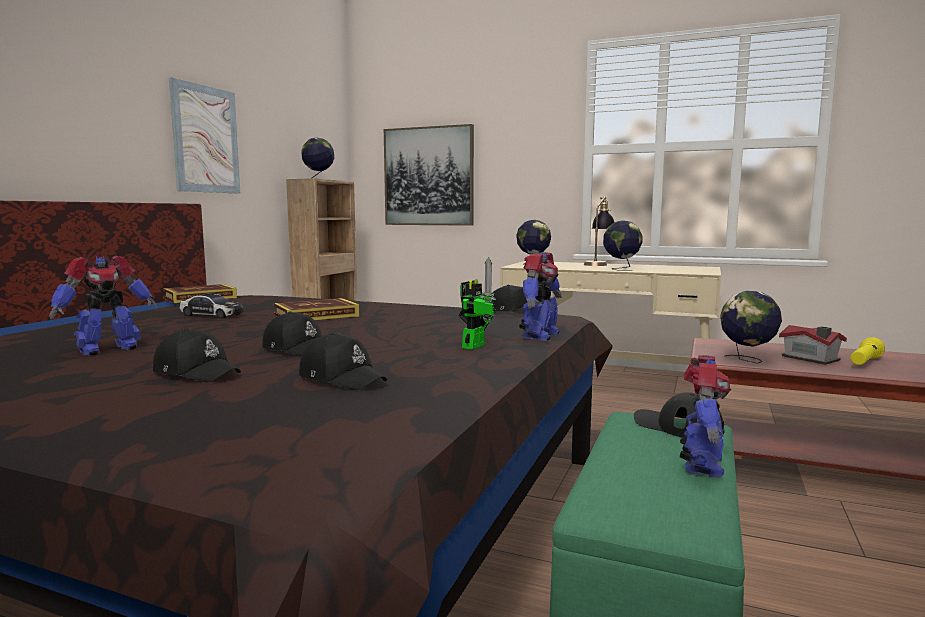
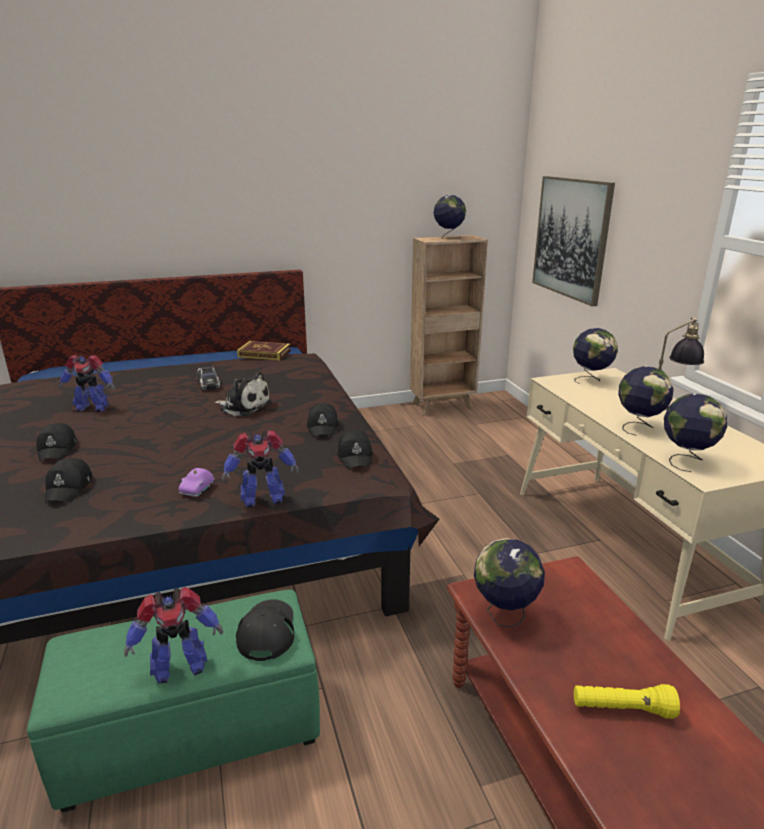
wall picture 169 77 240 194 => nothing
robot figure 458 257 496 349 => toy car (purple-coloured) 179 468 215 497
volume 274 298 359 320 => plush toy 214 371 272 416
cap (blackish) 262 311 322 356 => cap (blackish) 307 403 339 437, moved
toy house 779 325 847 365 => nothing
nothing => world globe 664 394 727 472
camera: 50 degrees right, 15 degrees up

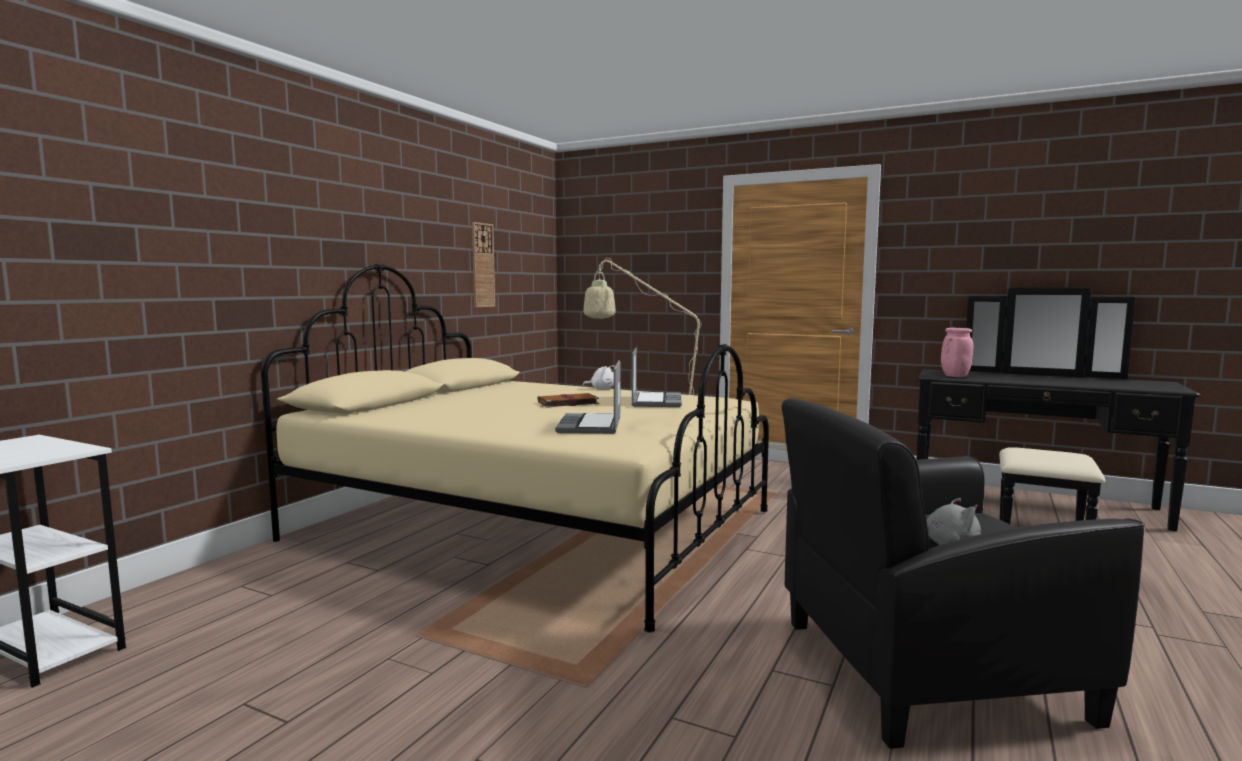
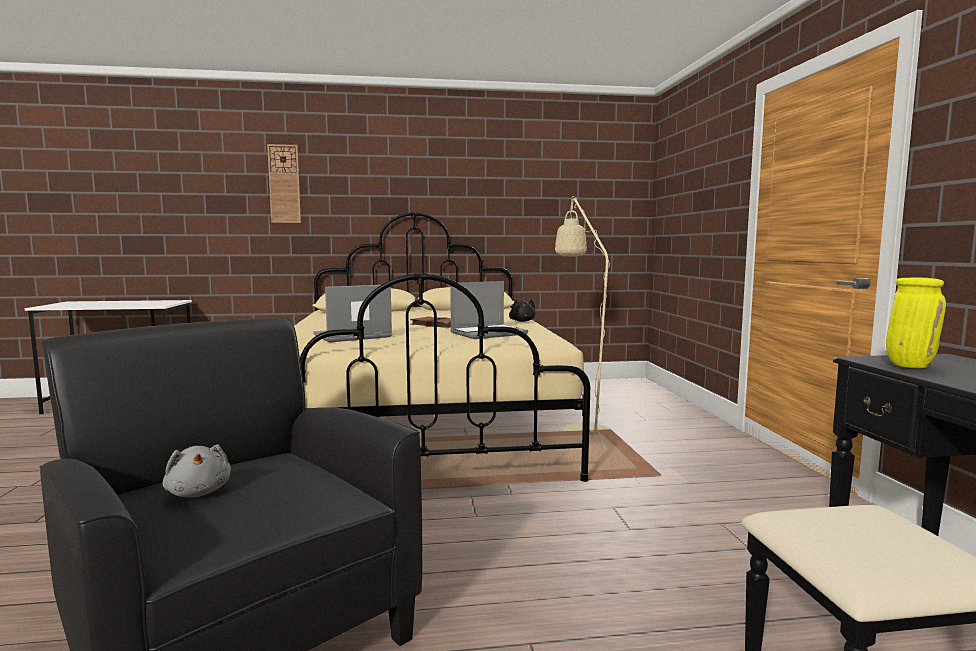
wall clock 472 222 495 307 => wall clock 267 144 301 223, moved
flower vase (pinkish) 941 328 973 377 => flower vase (yellowish) 886 277 946 368
plush toy (white) 583 365 615 389 => plush toy (blackish) 509 299 536 322
camera: 55 degrees right, 0 degrees up

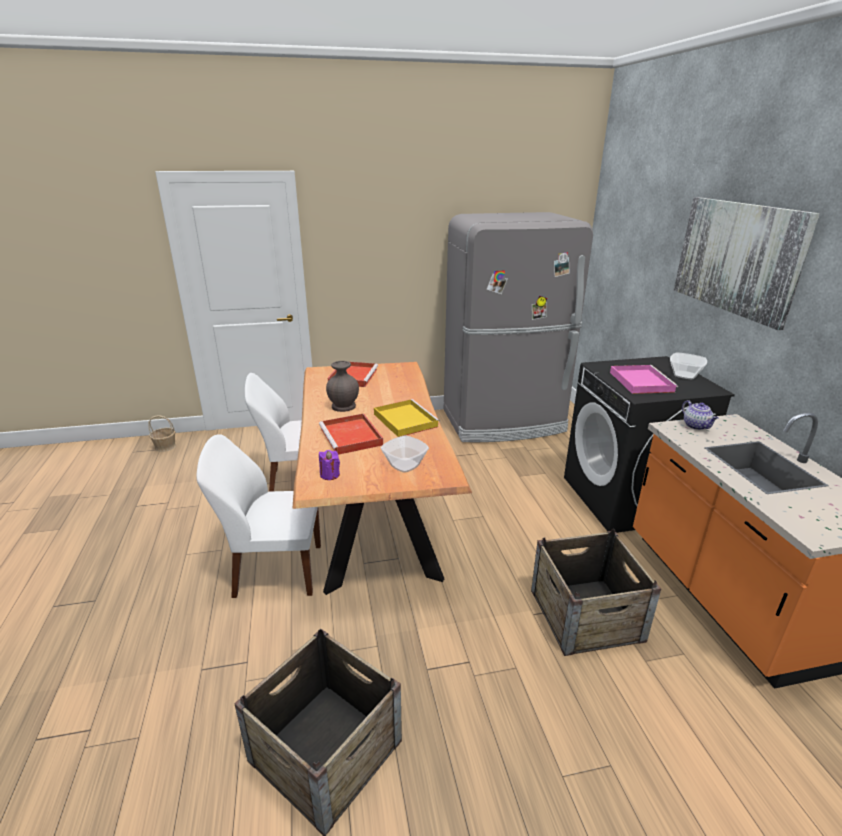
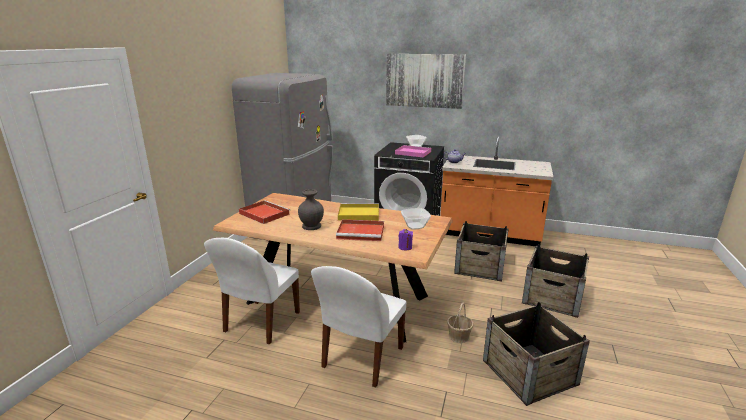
basket 148 415 176 452 => basket 447 303 473 343, moved
nothing => shipping crate 522 244 589 318
camera: 60 degrees left, 5 degrees down

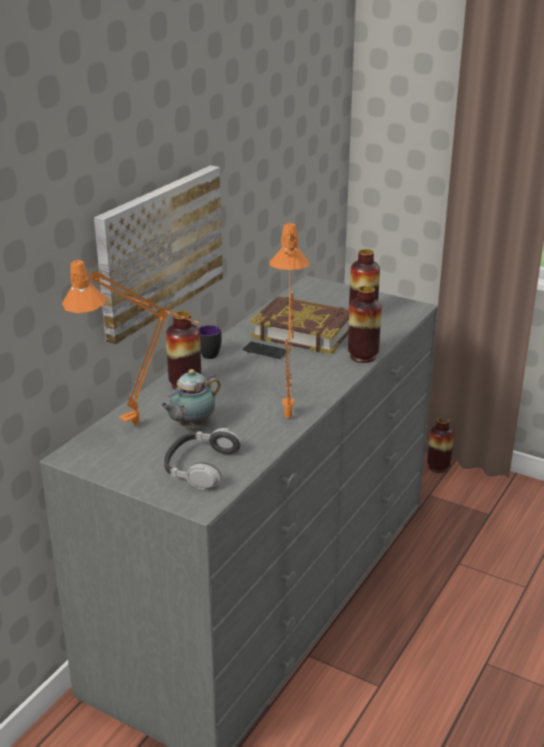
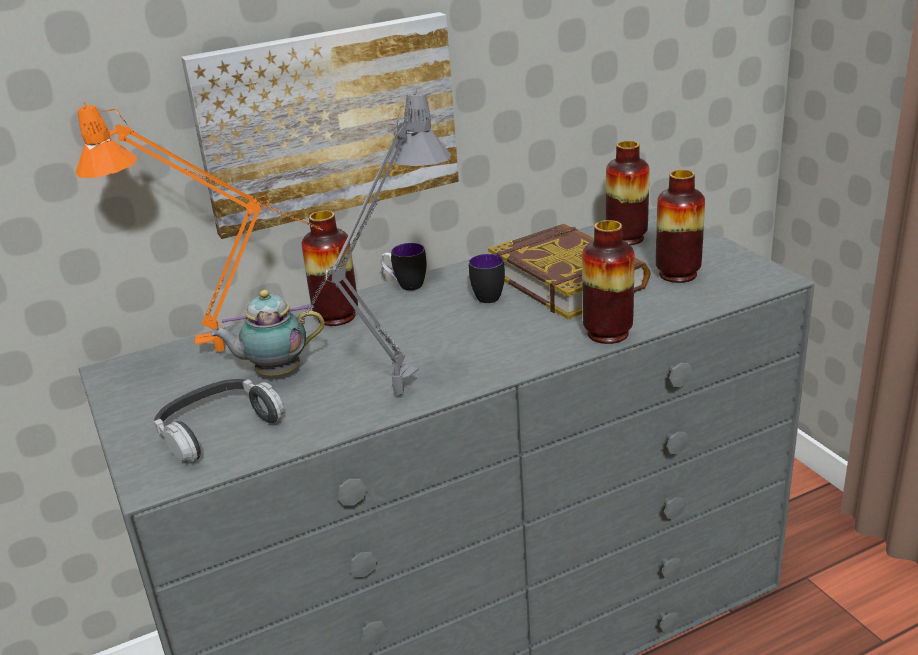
table lamp (orange) 269 221 310 418 => table lamp (gray) 290 89 451 395
handset 243 341 288 359 => coffee mug 468 254 505 303
flower vase 427 417 454 473 => flower vase 606 141 649 245, moved
camera: 35 degrees right, 0 degrees up

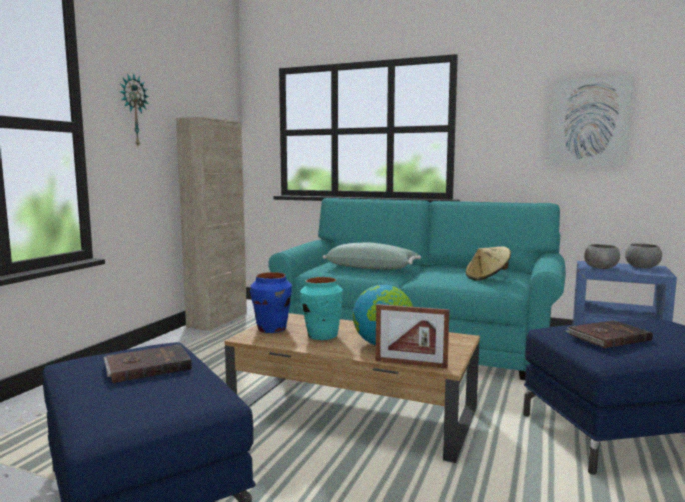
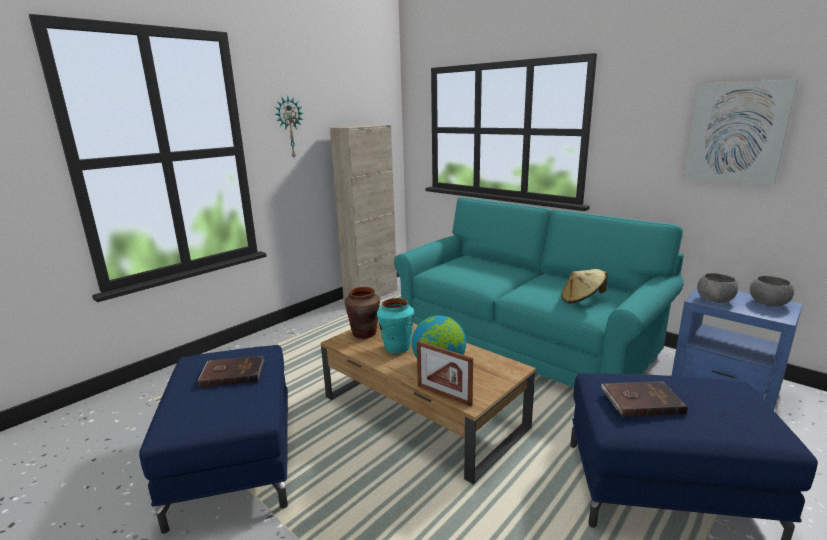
pillow (green) 323 243 421 269 => nothing
flower vase (blue) 250 272 292 333 => flower vase (brown-coloured) 345 287 380 339
camera: 20 degrees right, 10 degrees up

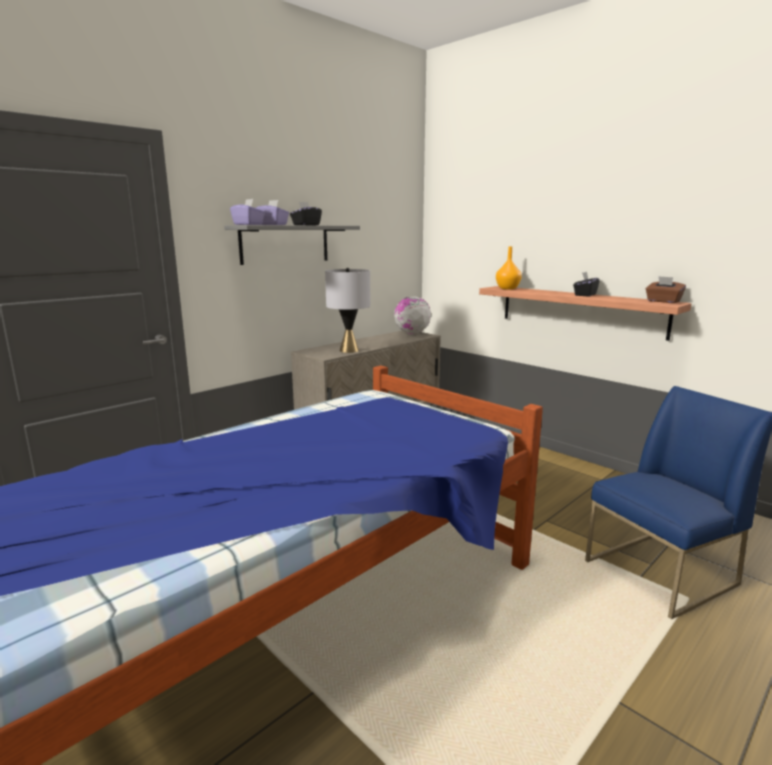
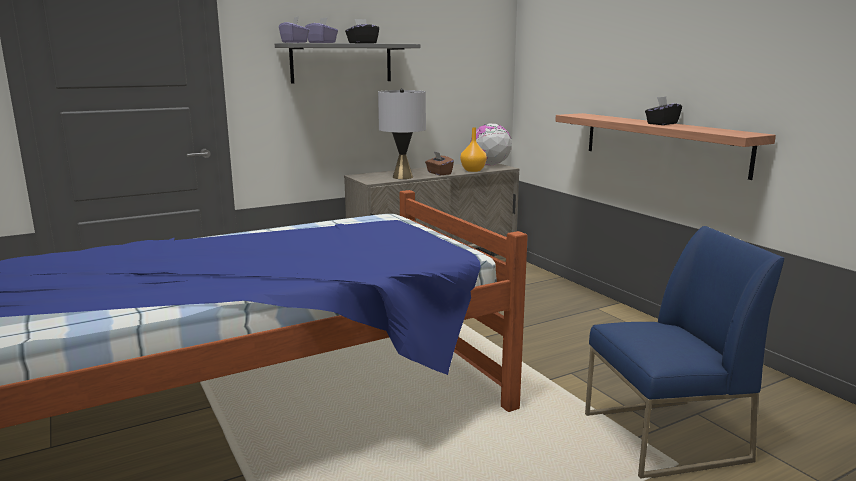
flower vase (orange) 496 247 522 289 => flower vase (orange) 460 127 487 172, moved
box of tissues (brown-coloured) 646 276 686 303 => box of tissues (brown-coloured) 425 151 454 175, moved
camera: 15 degrees right, 0 degrees up

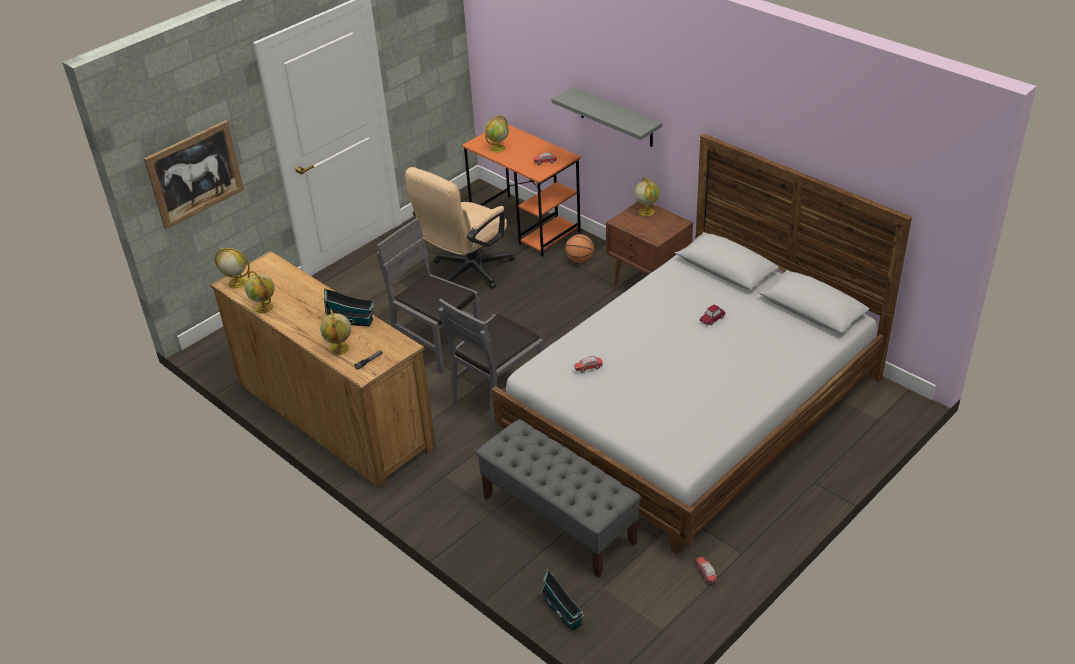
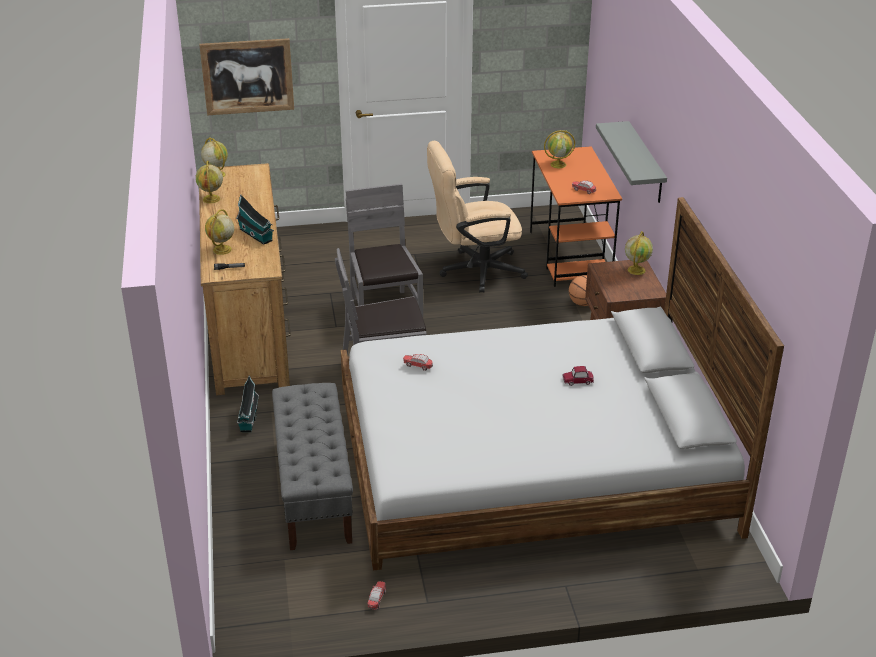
toy house 541 569 584 630 => toy house 237 375 259 432, moved
camera: 35 degrees right, 5 degrees down

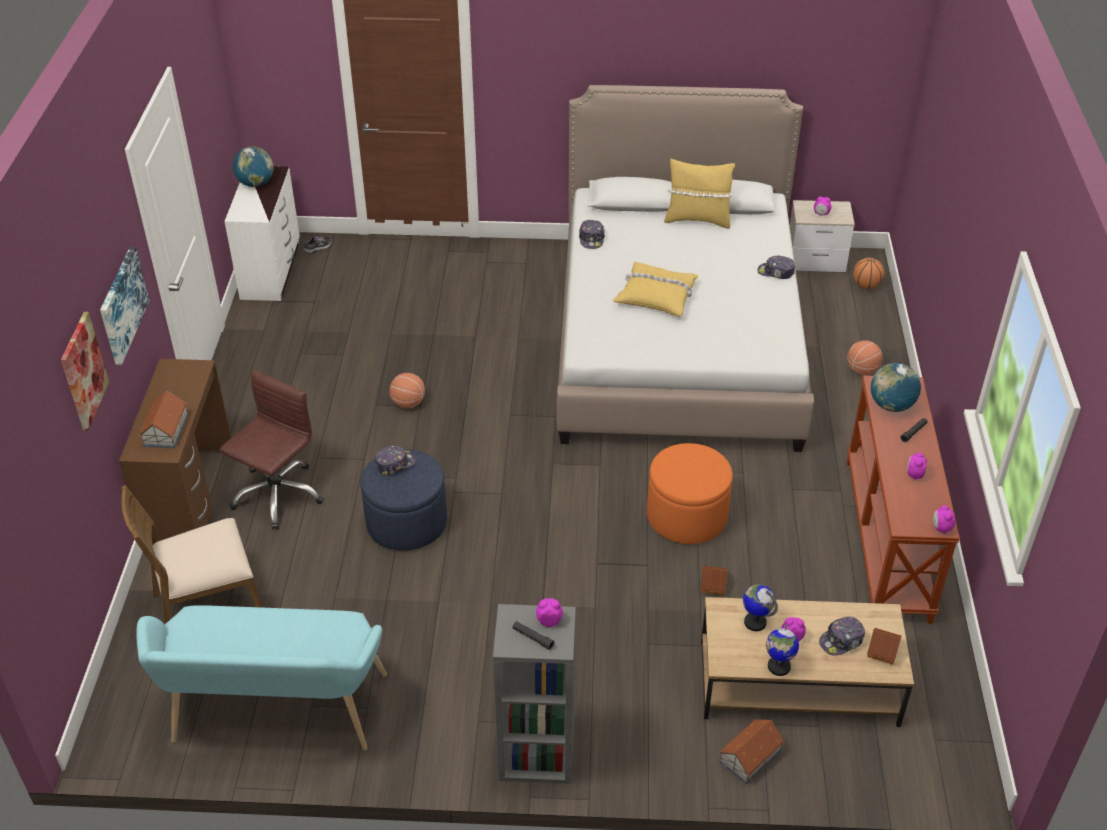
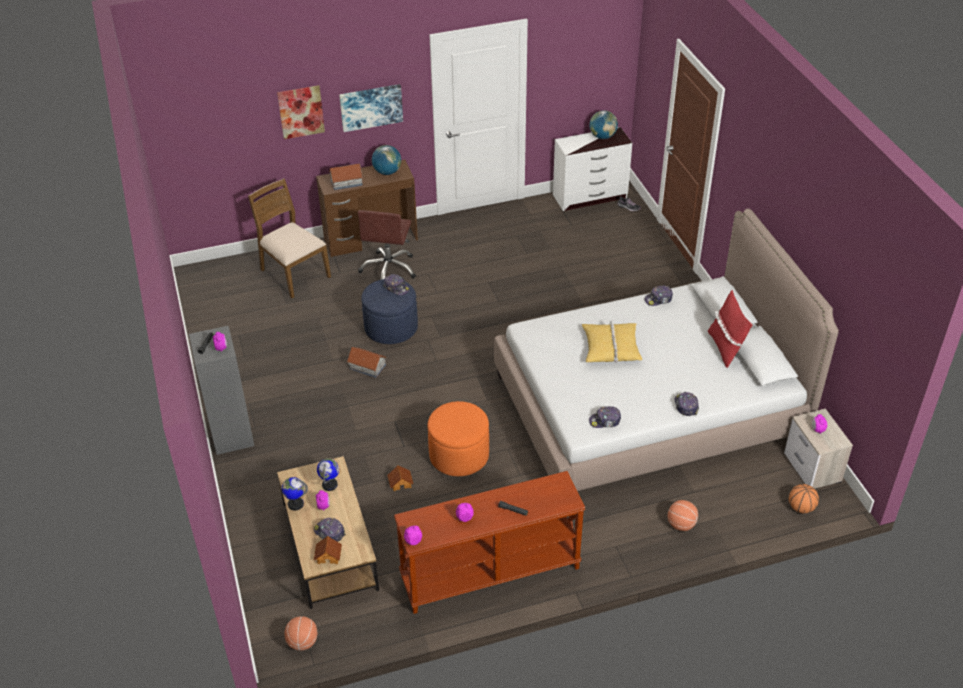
pillow (yellowish) 664 158 735 229 => pillow (red-coloured) 708 290 752 368
world globe 871 363 921 412 => world globe 372 145 401 175, moved
office chair (brown-coloured) 219 370 324 529 => office chair (brown-coloured) 358 210 416 280, 90 degrees clockwise
ball for basketball 389 373 425 408 => ball for basketball 284 616 317 650, moved
long seat (blue-green) 136 605 387 750 => nothing
toy house 719 719 784 784 => toy house 347 347 386 378, moved
nothing => cap 589 406 621 428
camera: 70 degrees right, 0 degrees up

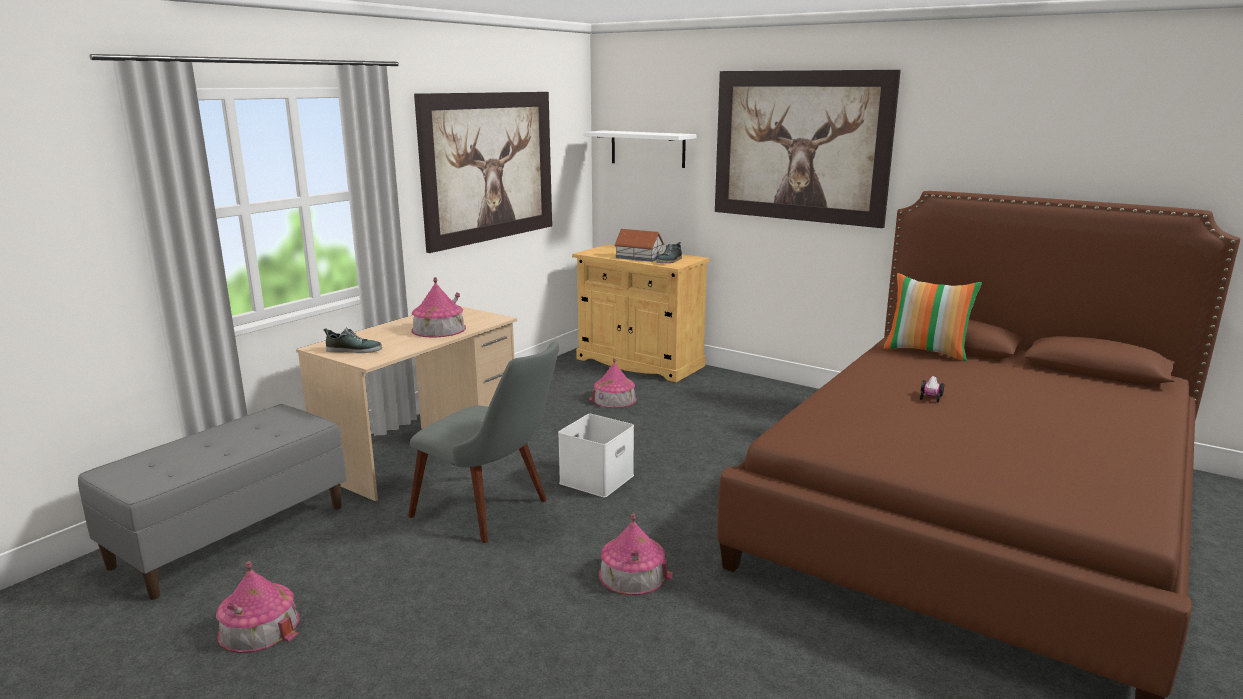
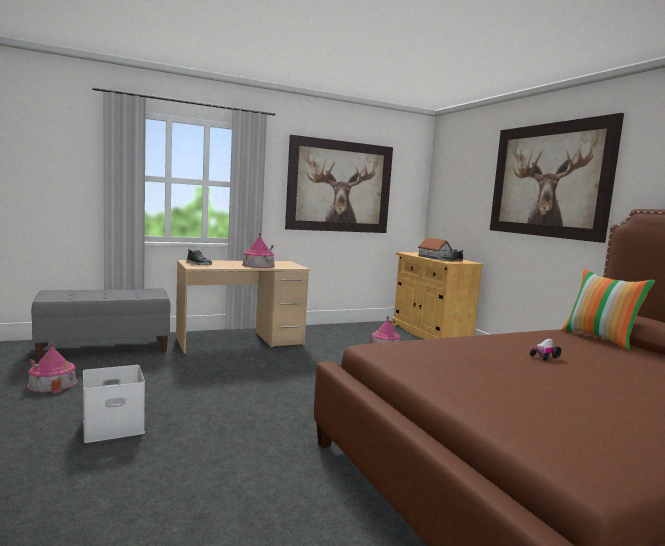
bracket shelf (white) 583 130 697 168 => nothing
chair (gray) 408 341 559 543 => nothing
storage bin (white) 558 414 634 498 => storage bin (white) 83 365 145 443, moved
toy house 599 514 673 595 => nothing
camera: 30 degrees right, 10 degrees down

